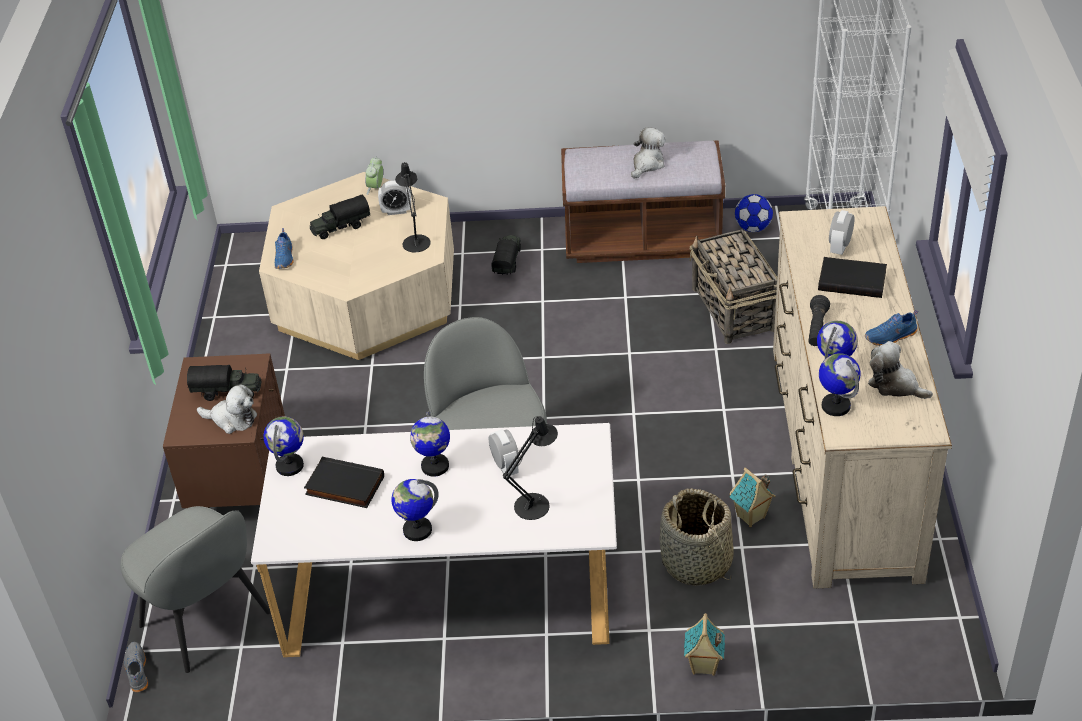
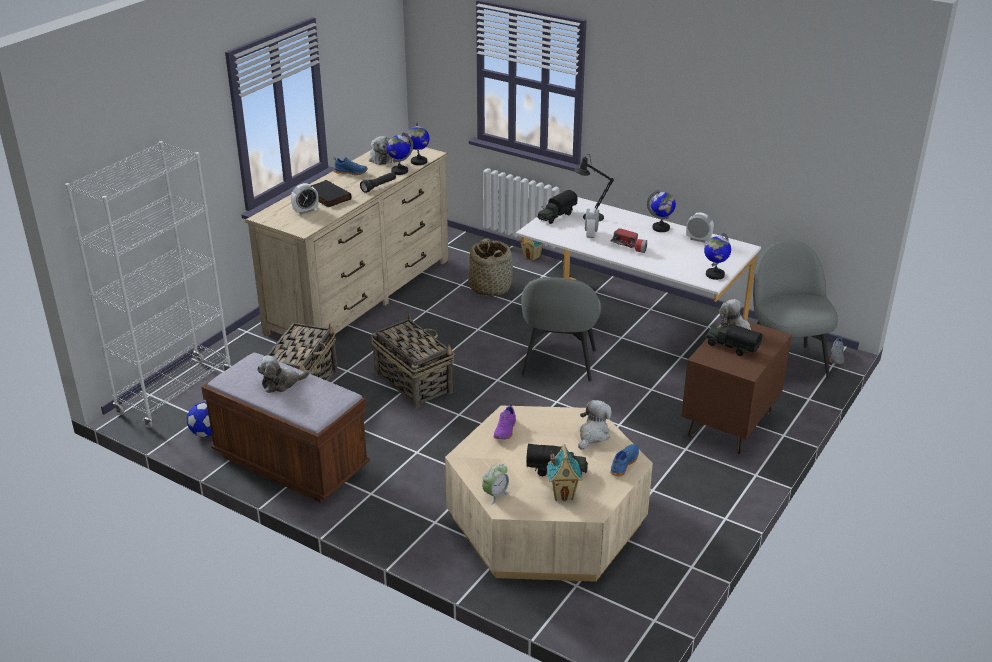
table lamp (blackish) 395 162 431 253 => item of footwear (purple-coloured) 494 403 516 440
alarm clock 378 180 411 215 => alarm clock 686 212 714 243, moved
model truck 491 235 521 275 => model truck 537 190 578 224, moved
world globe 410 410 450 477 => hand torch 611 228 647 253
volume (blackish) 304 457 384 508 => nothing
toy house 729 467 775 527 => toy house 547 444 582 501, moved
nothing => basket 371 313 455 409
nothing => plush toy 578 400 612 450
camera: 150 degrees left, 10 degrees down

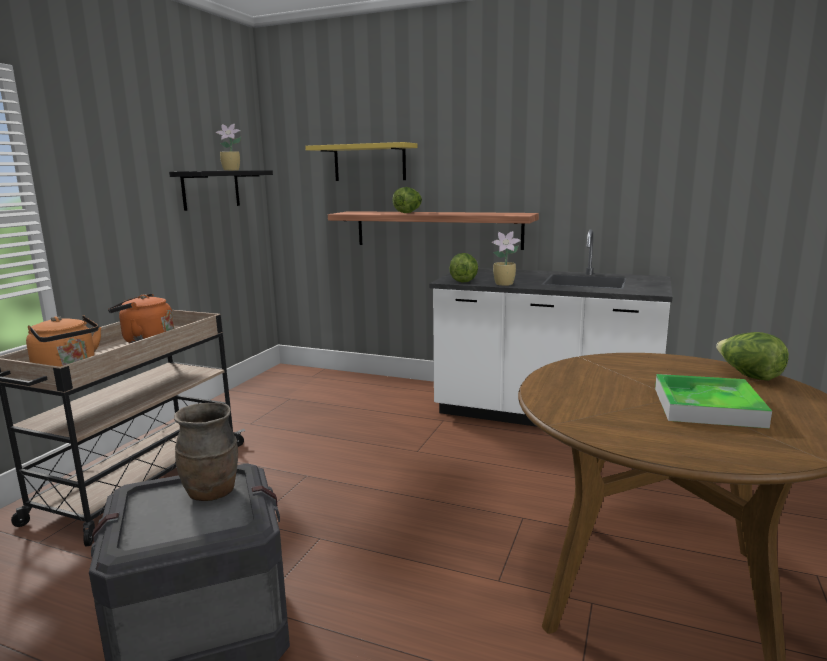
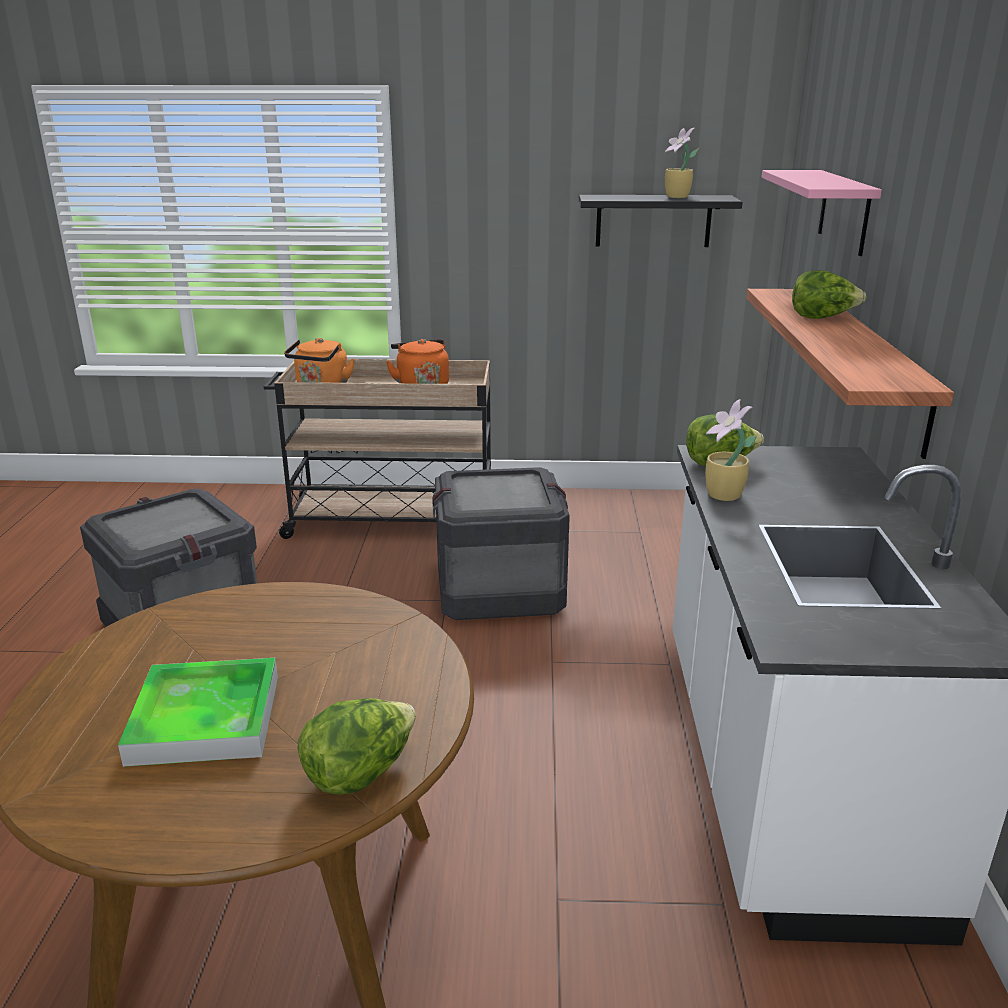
bracket shelf (yellowish) 305 142 418 181 => bracket shelf (pinkish) 761 170 882 256
flower vase (brown-coloured) 174 403 238 501 => nothing
nothing => shipping crate 432 467 570 620
camera: 70 degrees right, 10 degrees up

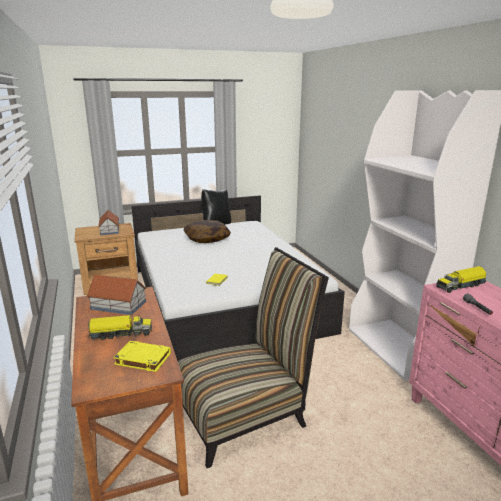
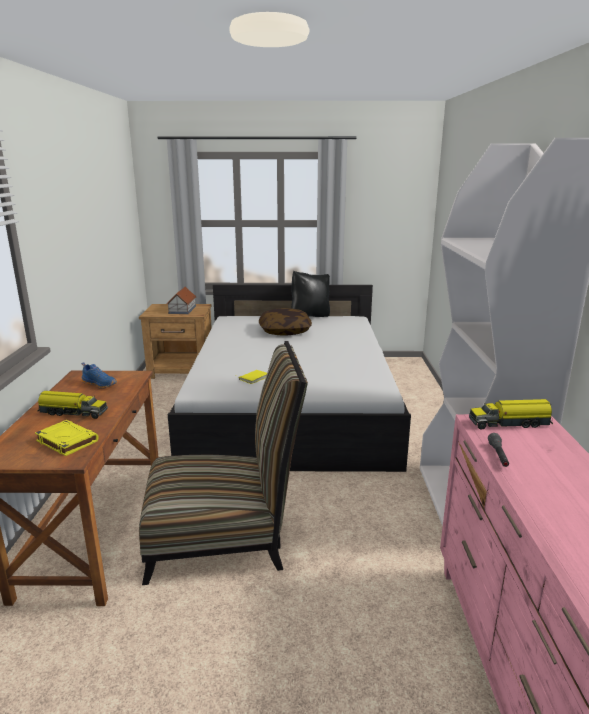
toy house 87 275 147 315 => item of footwear (blue) 81 362 117 388
camera: 20 degrees right, 0 degrees up

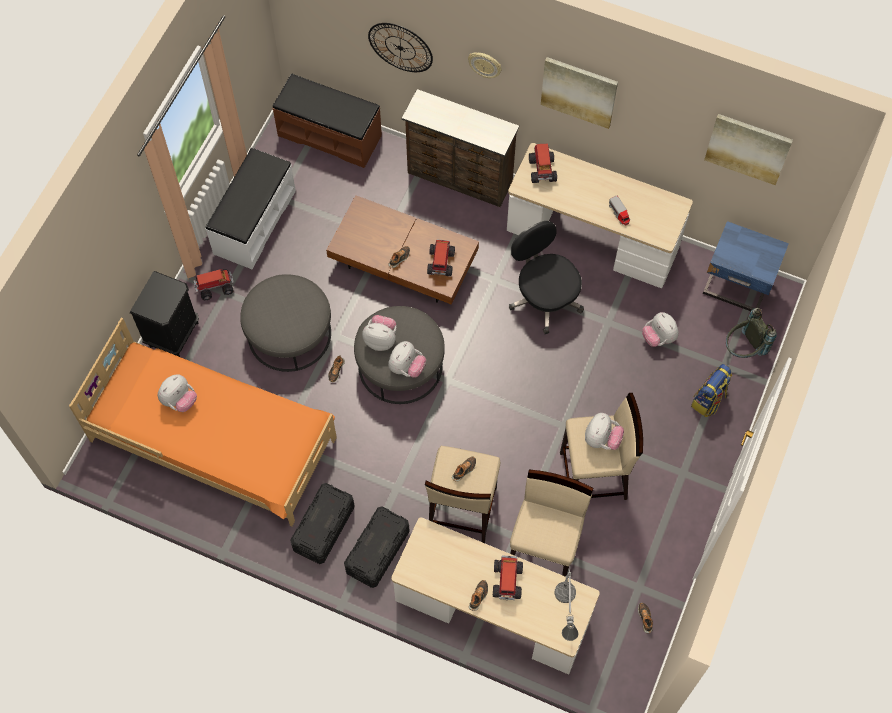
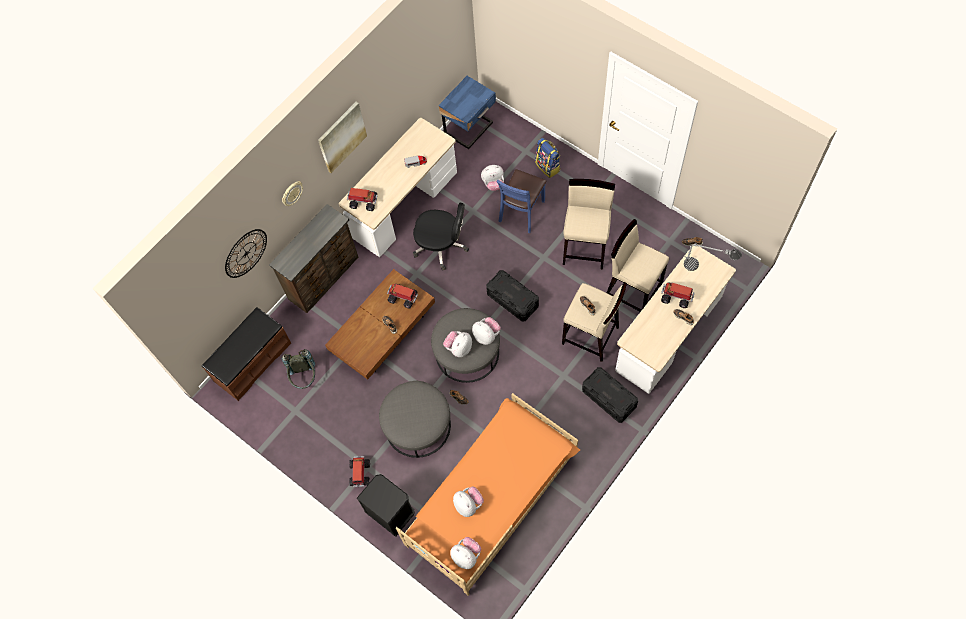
wall picture 704 114 793 185 => nothing
long seat (white) 206 148 296 269 => nothing
office chair (blackish) 509 221 584 334 => office chair (blackish) 413 203 469 270, 150 degrees counterclockwise
backpack (gray) 726 308 777 358 => backpack (gray) 282 349 315 389, moved
plush toy 585 413 624 450 => plush toy 450 537 481 569, moved
storage bin (blackish) 290 483 355 564 => storage bin (blackish) 486 270 539 322, moved
nothing => chair (blue) 496 169 546 233
camera: 70 degrees left, 0 degrees up

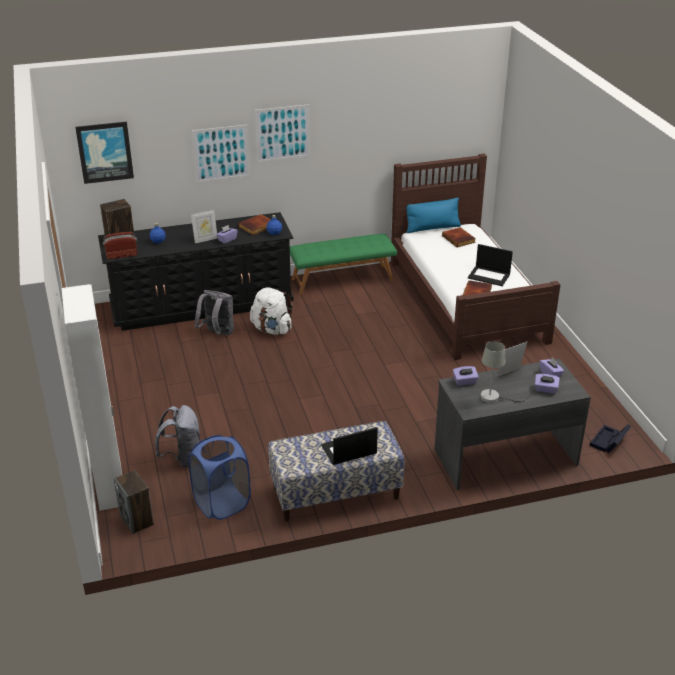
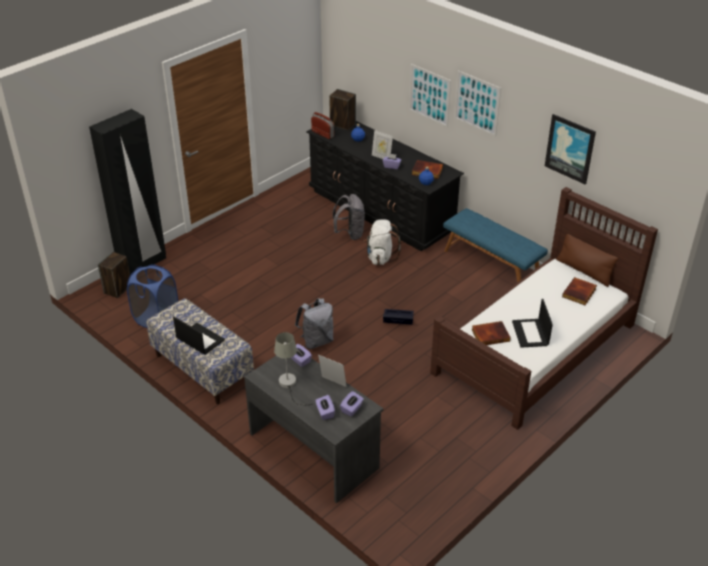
wall picture 75 122 134 184 => wall picture 545 114 596 184, moved
pillow (blue) 407 198 461 233 => pillow (brown-coloured) 556 234 618 287
long seat (green) 290 234 397 295 => long seat (blue) 443 208 548 282
clothes cupboard (white) 62 284 122 511 => clothes cupboard (blackish) 89 109 166 275
backpack (gray) 155 405 200 467 => backpack (gray) 295 298 333 349, moved
storage bin (blackish) 590 424 631 453 => storage bin (blackish) 383 309 414 325, moved
camera: 60 degrees right, 5 degrees up

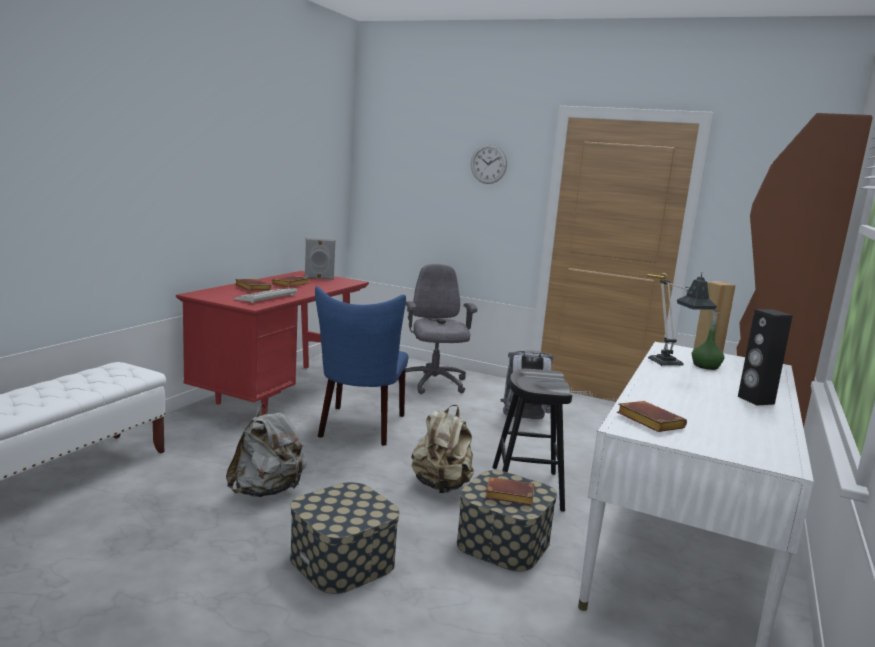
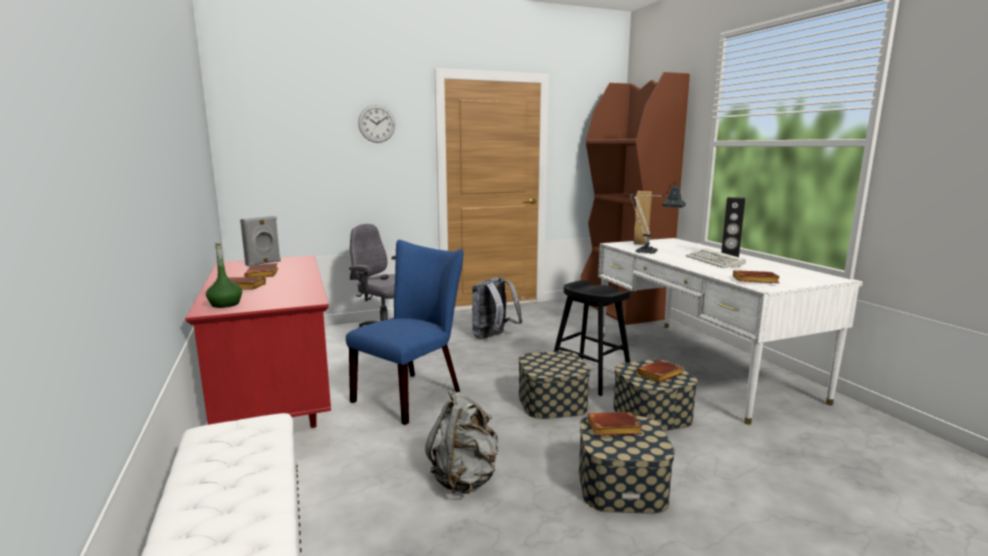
chair (blue) 315 286 408 446 => chair (blue) 346 240 463 425, 105 degrees counterclockwise
computer keyboard 234 288 297 303 => computer keyboard 686 248 746 268, moved
bottle (green) 692 310 724 370 => bottle (green) 206 243 242 308, moved
backpack (beige) 412 405 474 493 => storage bin 518 351 590 419
nothing => volume (brown-coloured) 588 412 642 436
camera: 45 degrees left, 0 degrees up

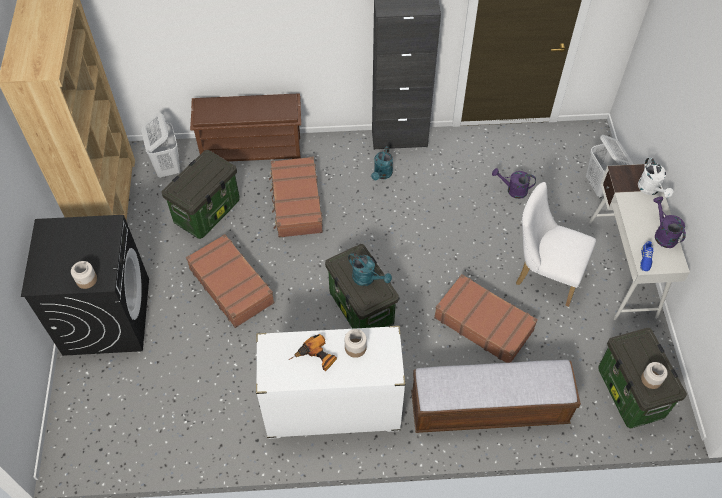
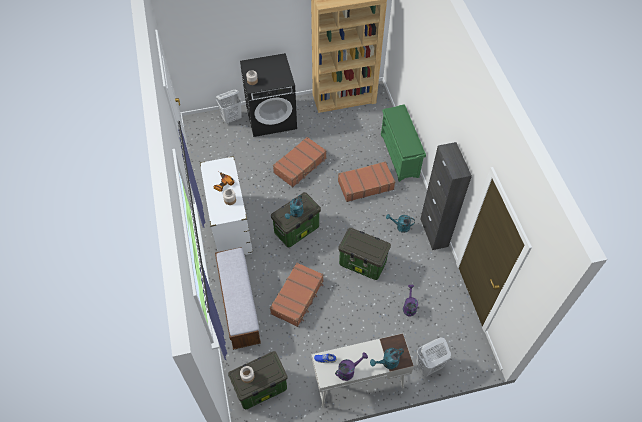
shoe shelf (brown-coloured) 190 94 301 162 => shoe shelf (green) 381 104 426 182
hamper (white) 141 113 180 178 => hamper (white) 216 90 242 124, moved
storage bin 161 150 240 239 => storage bin 338 228 391 280, moved
watering pot (white) 638 157 674 198 => watering pot (blue-green) 370 348 404 369
chair (white) 516 182 596 307 => nothing
camera: 80 degrees right, 0 degrees up

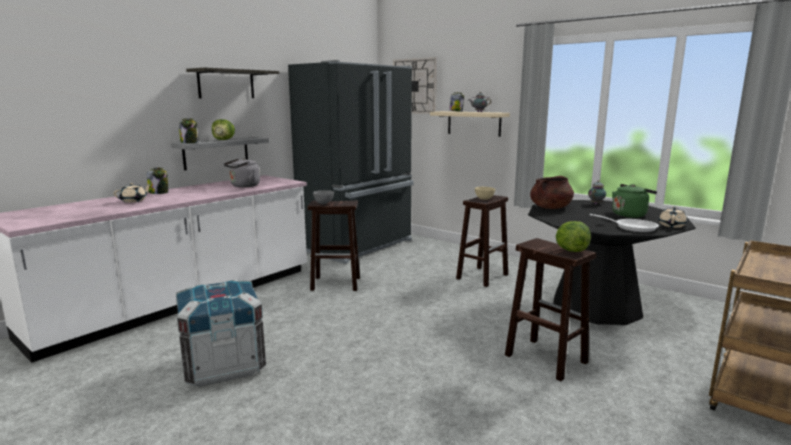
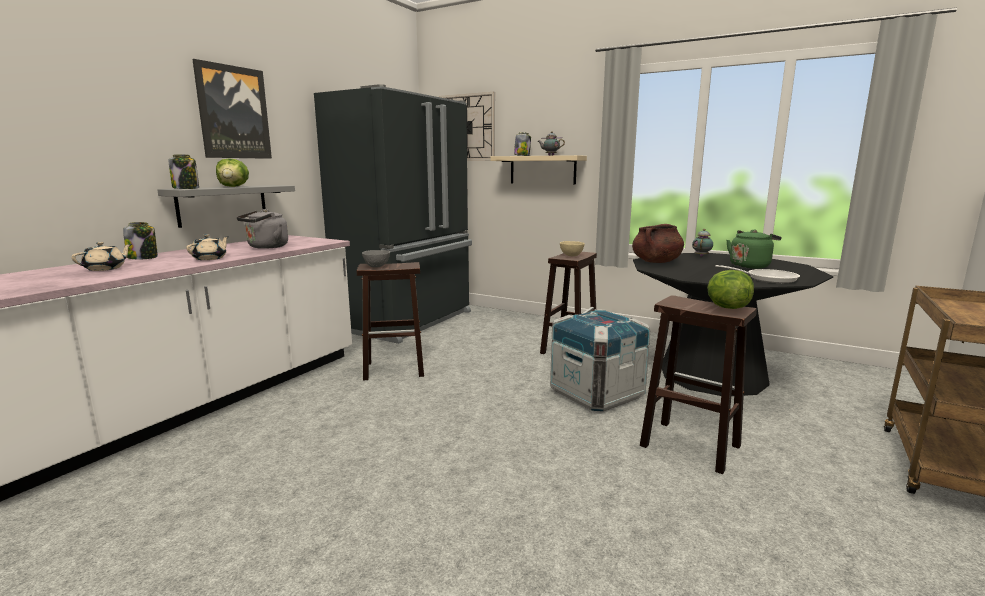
bracket shelf 186 68 279 98 => wall picture 192 59 272 159
teapot (beige) 659 207 687 228 => teapot (beige) 186 234 229 260, moved
shipping crate 176 279 266 387 => shipping crate 550 309 650 412, moved
camera: 10 degrees left, 0 degrees up

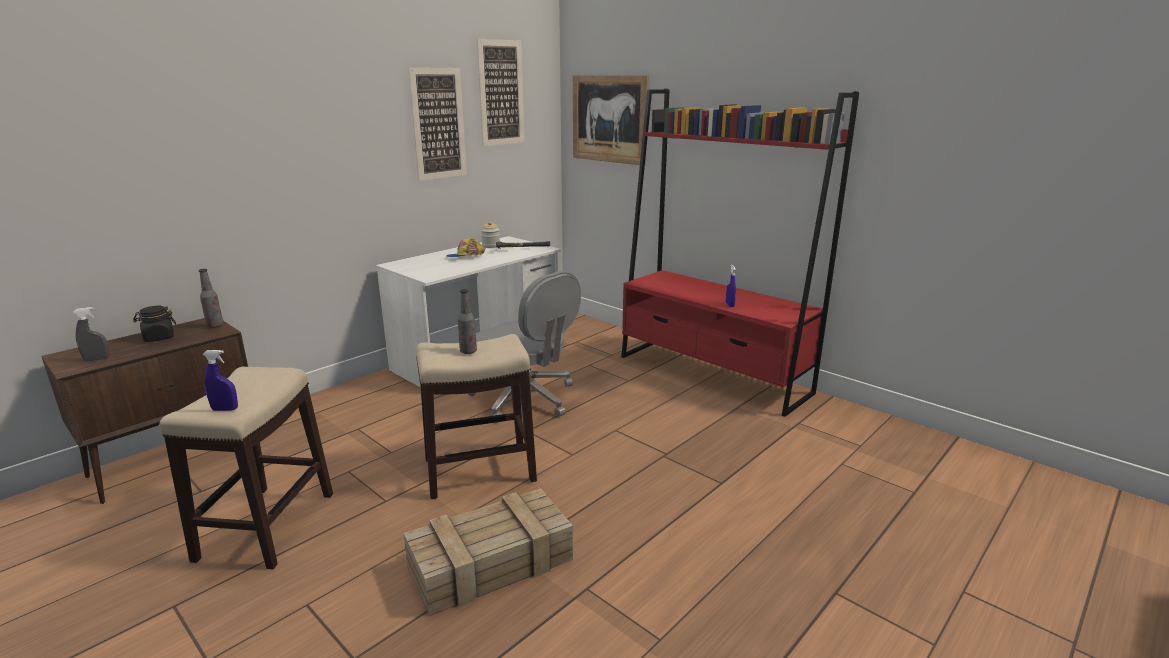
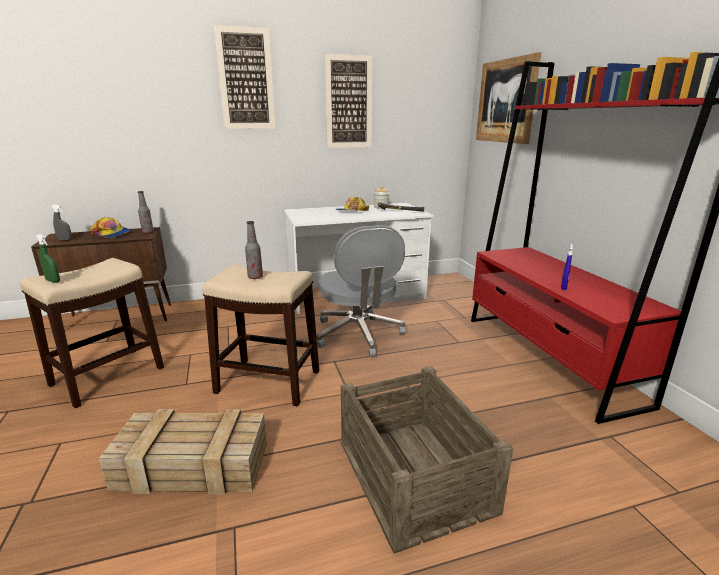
wall picture 477 39 525 146 => wall picture 214 25 275 129, moved
storage jar (blackish) 133 306 176 342 => cap 90 217 130 238
hand sprayer (blue) 203 350 238 411 => hand sprayer (green) 36 234 60 283
nothing => shipping crate 341 366 513 554
camera: 30 degrees right, 0 degrees up

